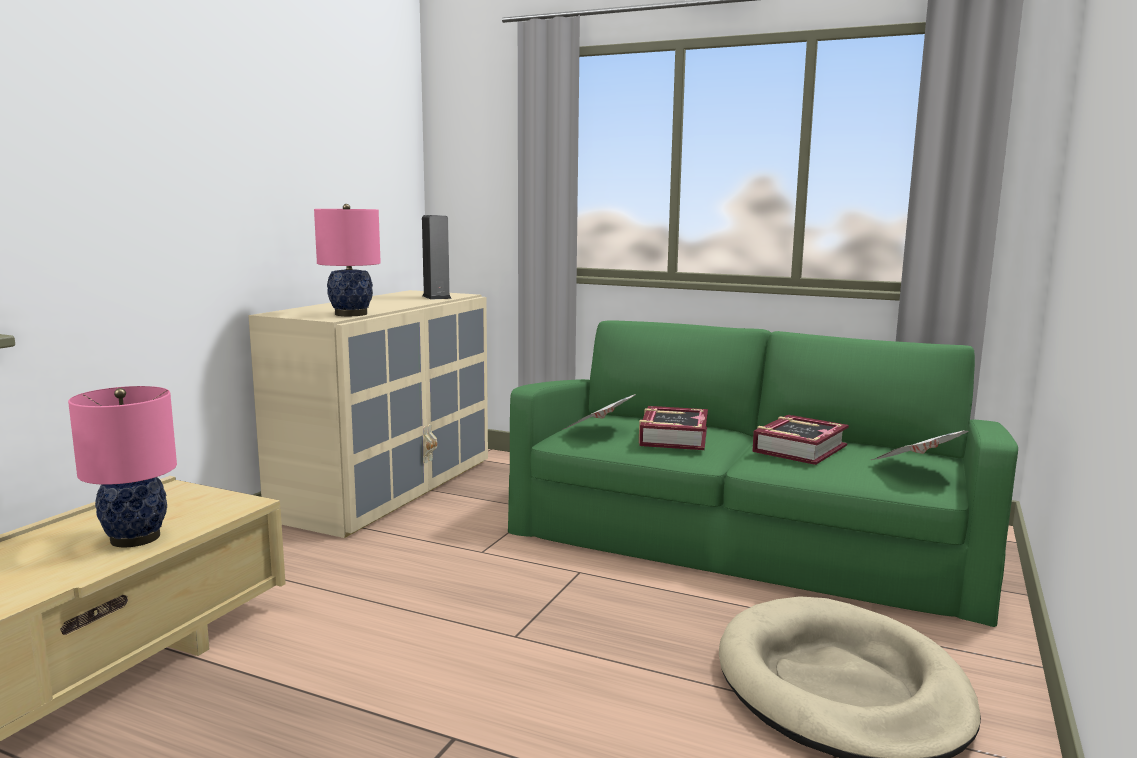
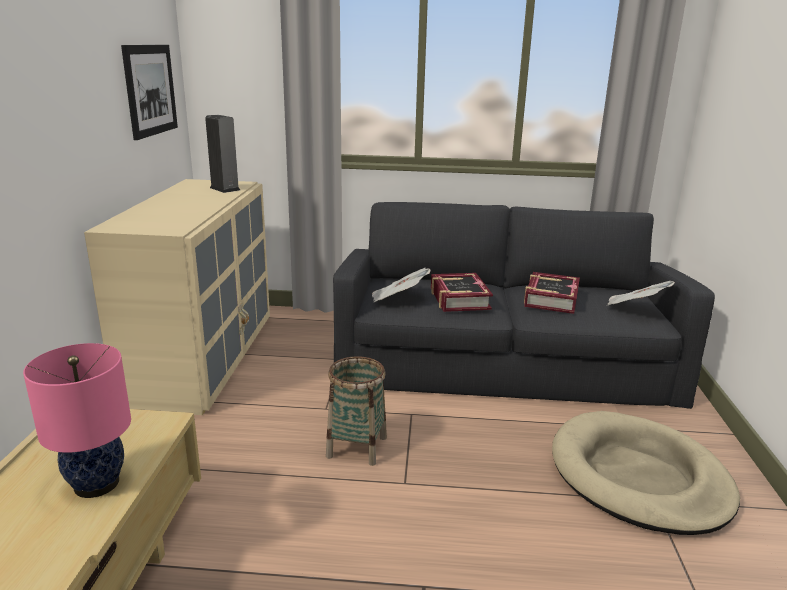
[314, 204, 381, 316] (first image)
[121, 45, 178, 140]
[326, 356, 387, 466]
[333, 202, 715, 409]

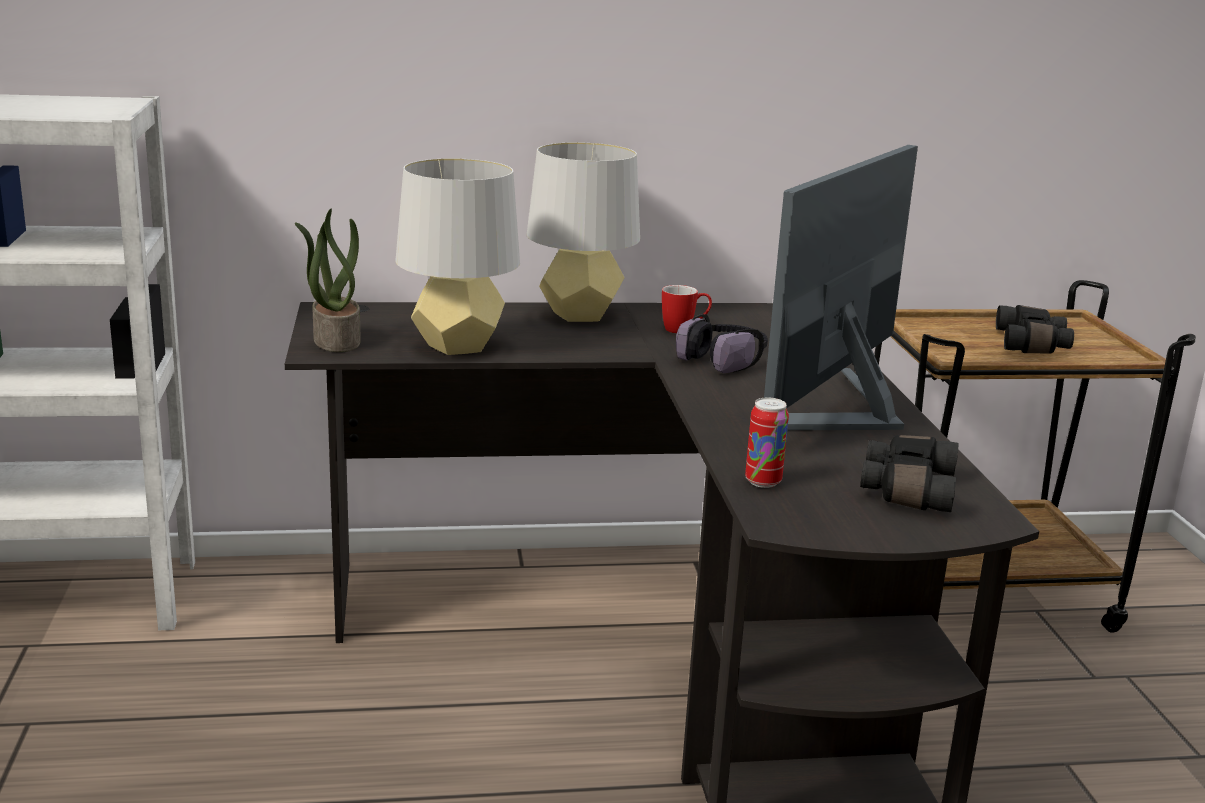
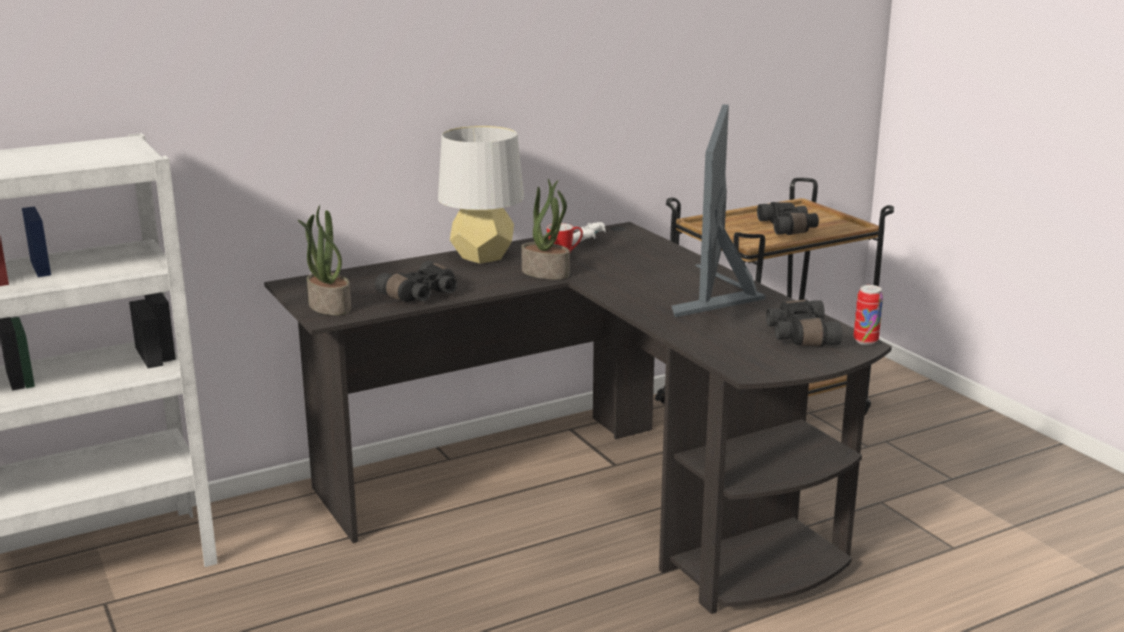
[676, 314, 768, 373] (first image)
[521, 179, 570, 280]
[572, 222, 606, 245]
[854, 285, 883, 345]
[375, 261, 457, 302]

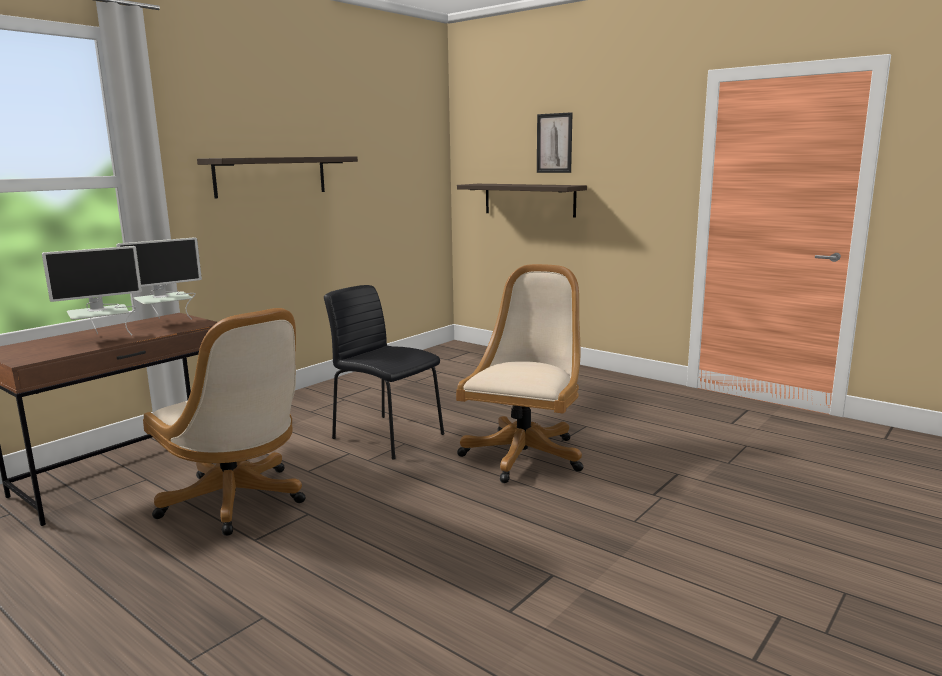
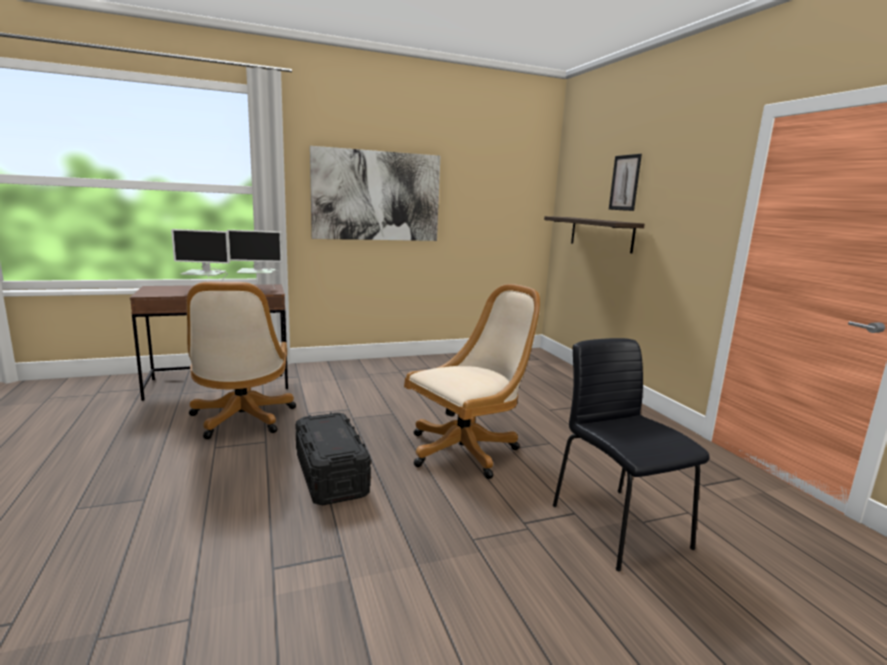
[295, 412, 371, 505]
[553, 338, 710, 571]
[310, 146, 440, 241]

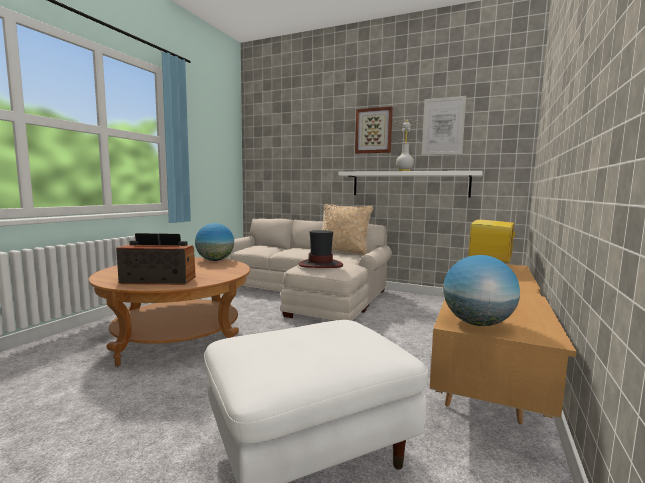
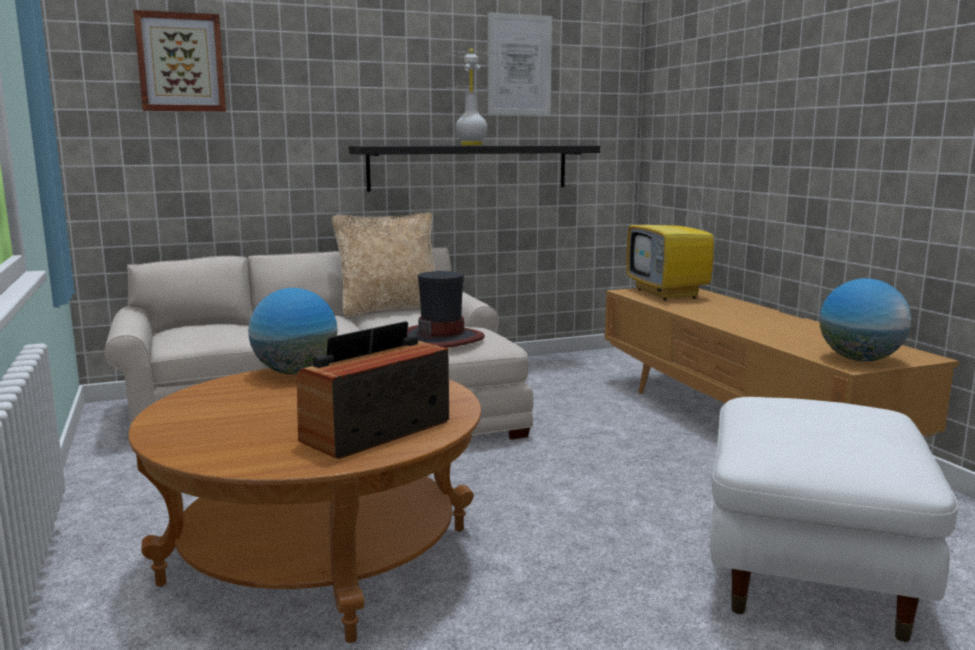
[133, 10, 226, 112]
[349, 145, 600, 192]

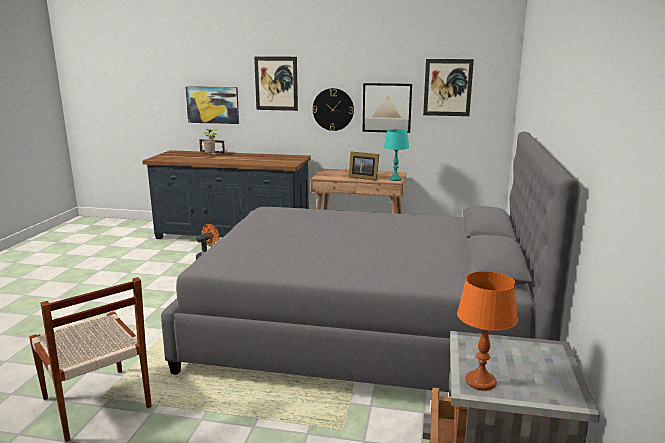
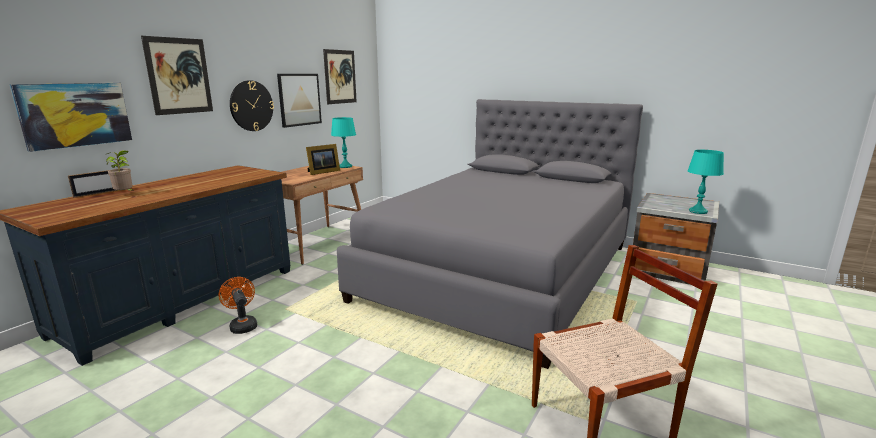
[688, 150, 724, 214]

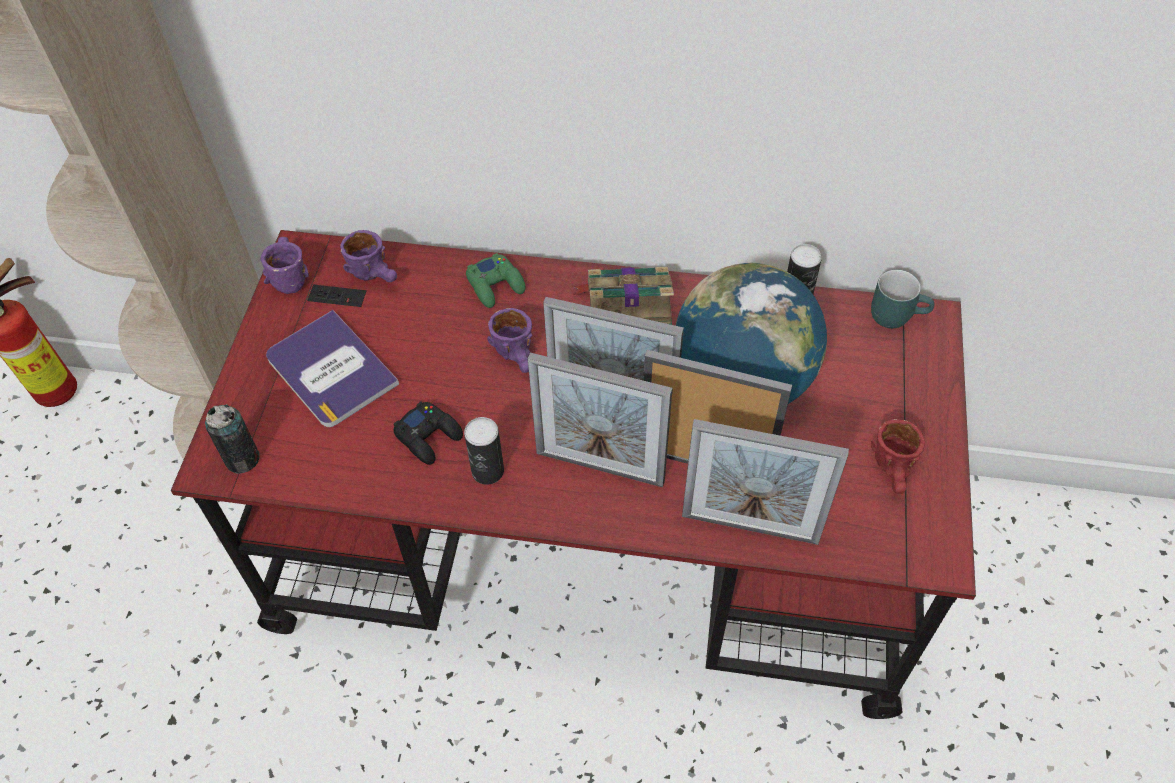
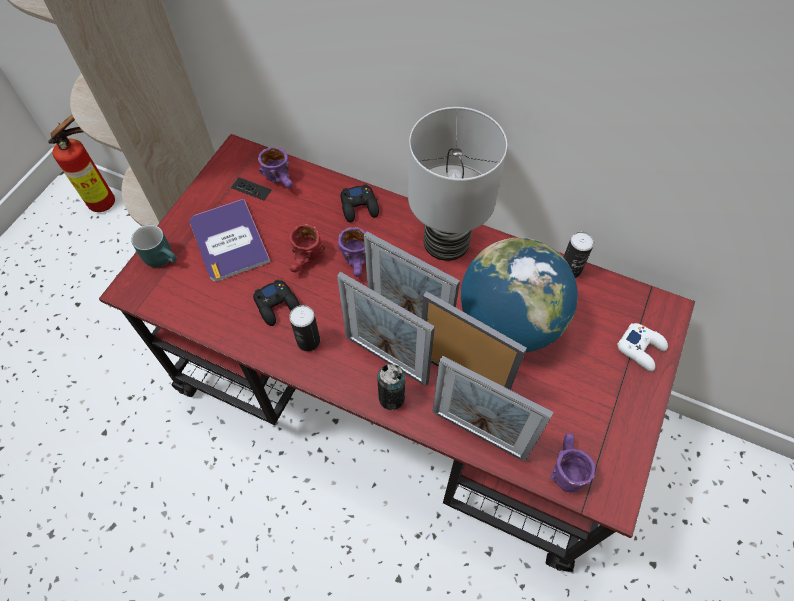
[617, 323, 668, 371]
[377, 364, 405, 410]
[550, 433, 595, 493]
[131, 225, 177, 267]
[289, 224, 325, 272]
[408, 107, 507, 261]
[340, 184, 379, 223]

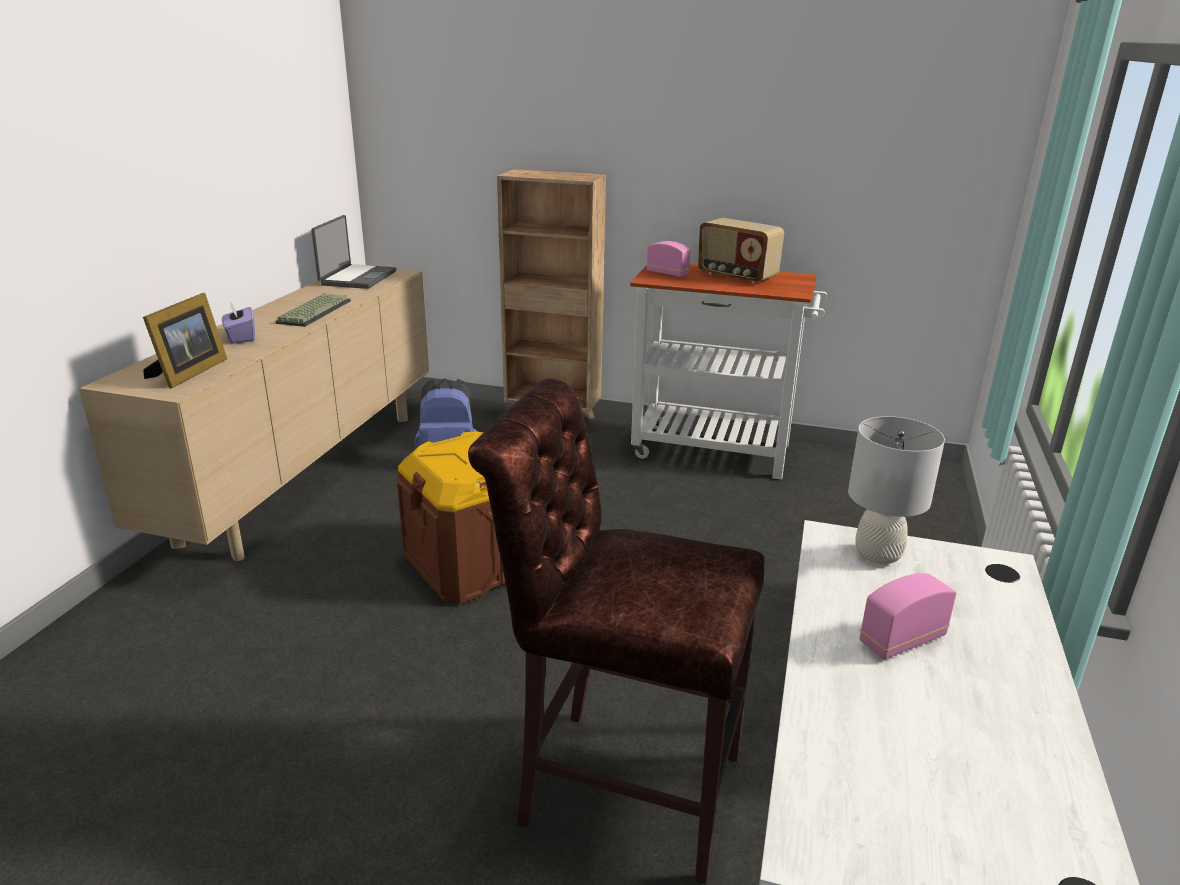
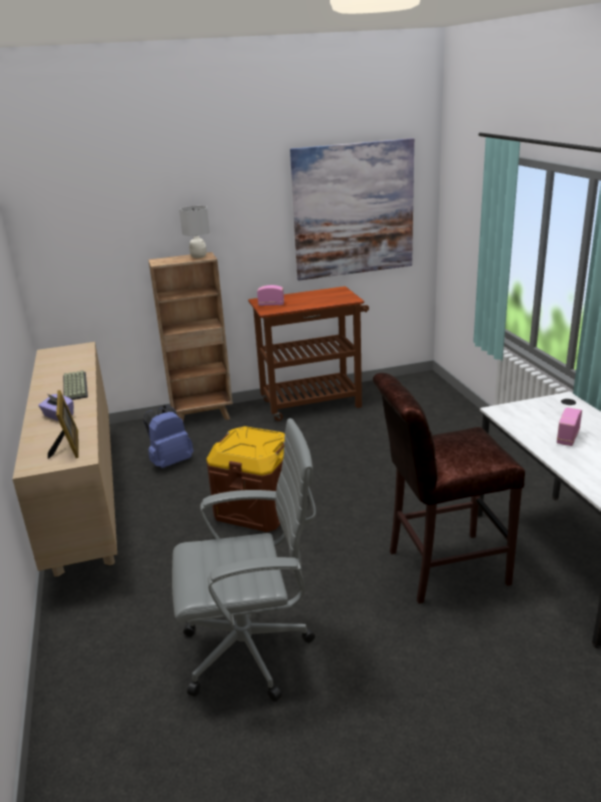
[311, 215, 396, 289] (first image)
[698, 218, 784, 284] (first image)
[172, 418, 316, 702]
[290, 138, 414, 280]
[179, 206, 210, 258]
[248, 286, 369, 421]

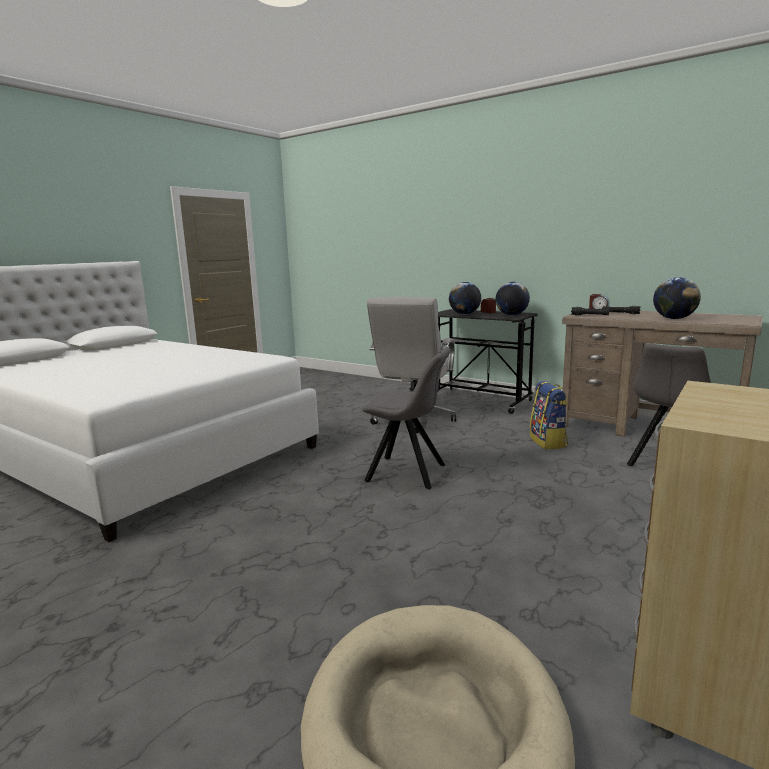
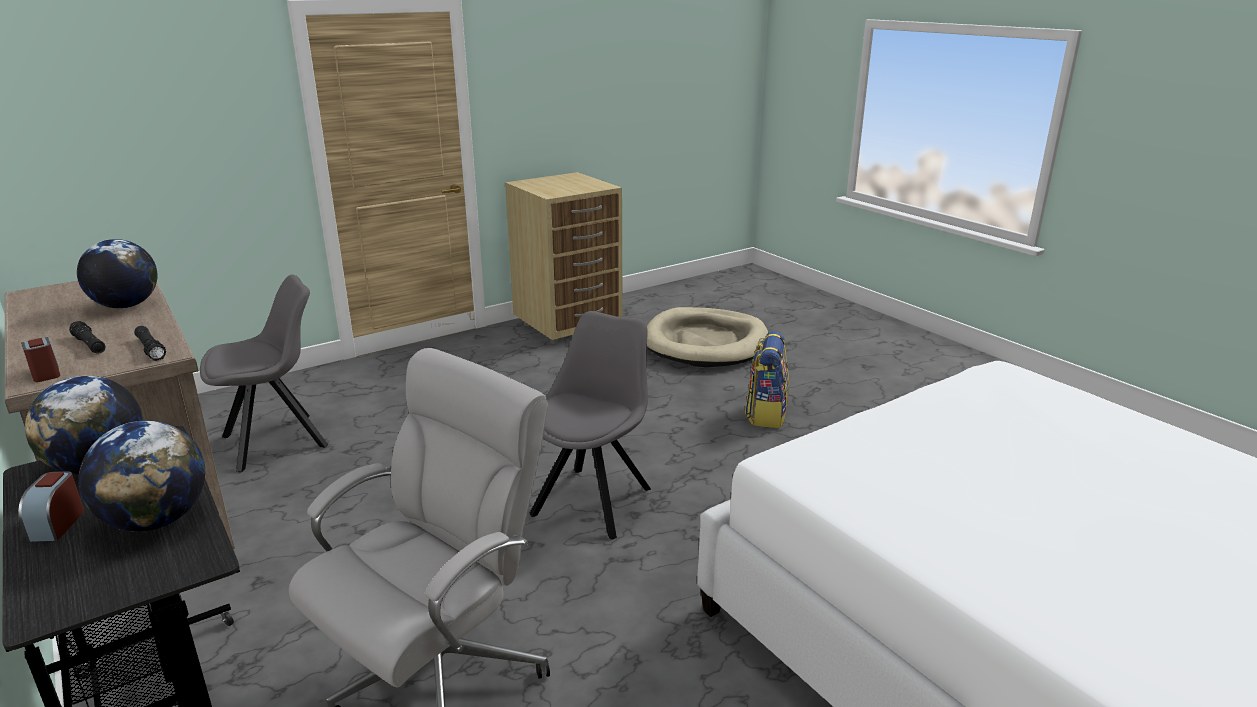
[745, 331, 789, 428]
[530, 311, 651, 539]

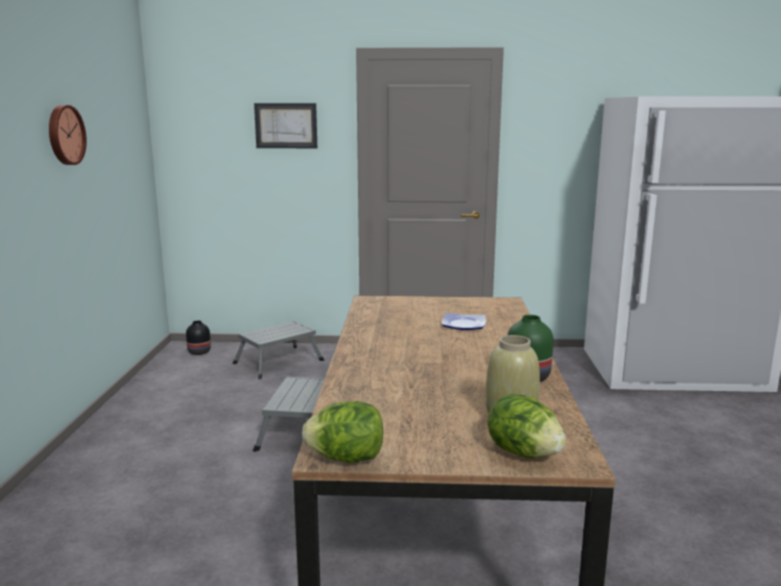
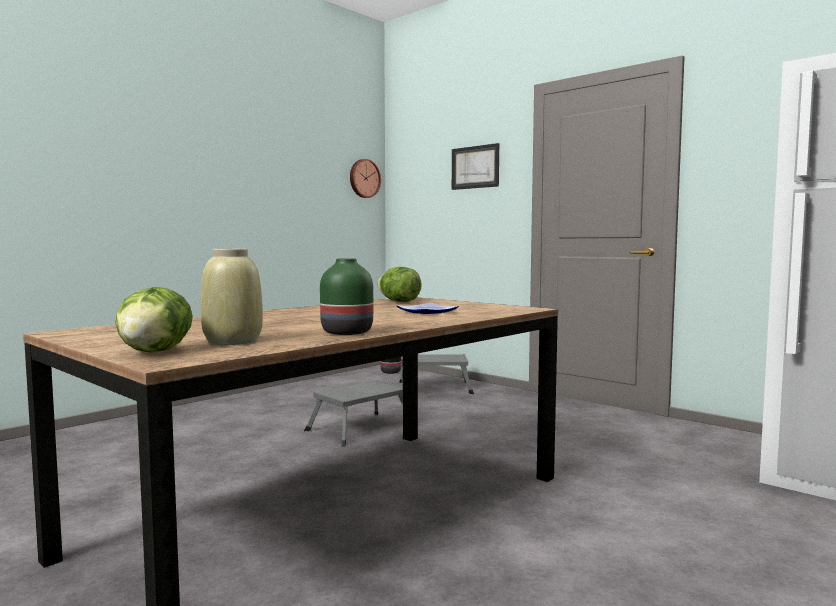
[350, 159, 381, 198]
[378, 267, 422, 302]

